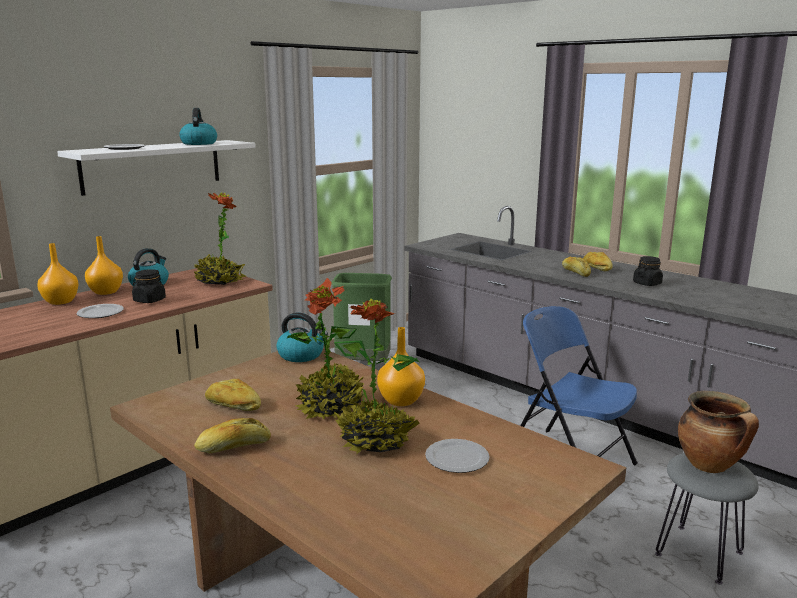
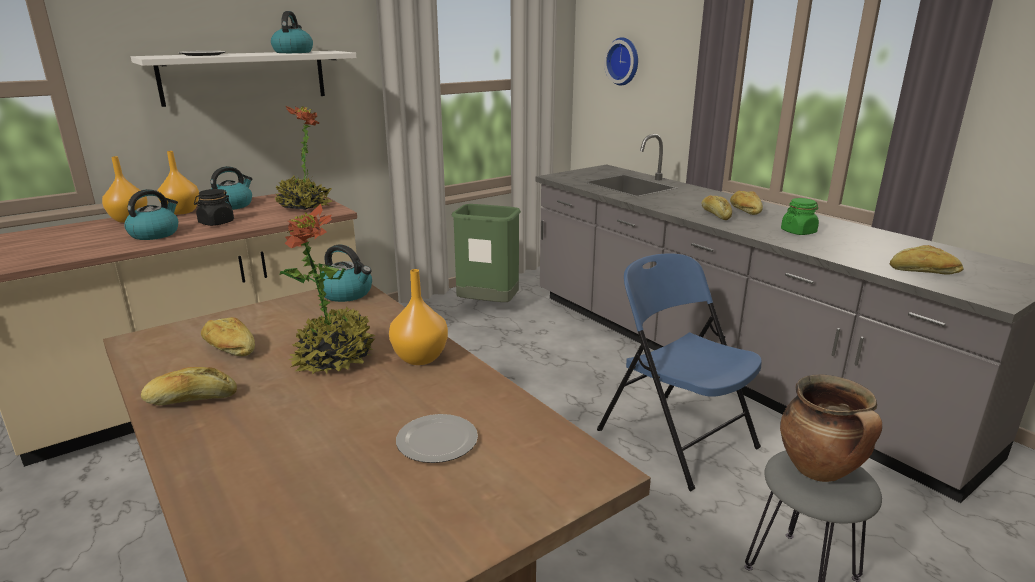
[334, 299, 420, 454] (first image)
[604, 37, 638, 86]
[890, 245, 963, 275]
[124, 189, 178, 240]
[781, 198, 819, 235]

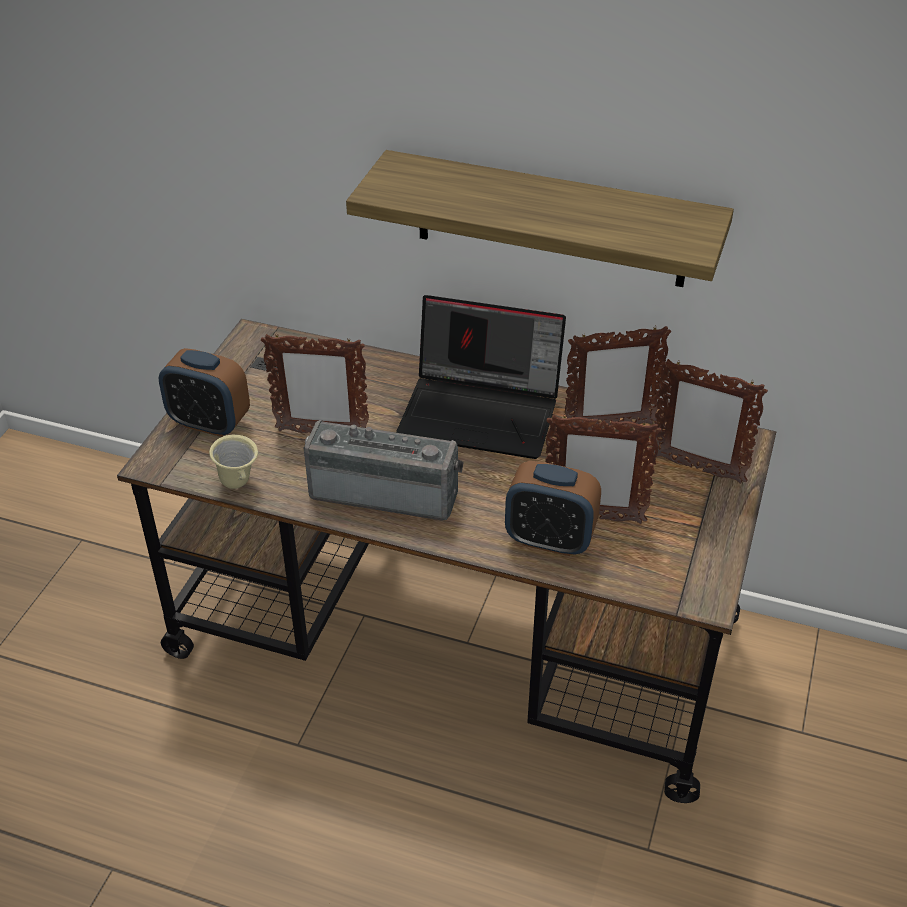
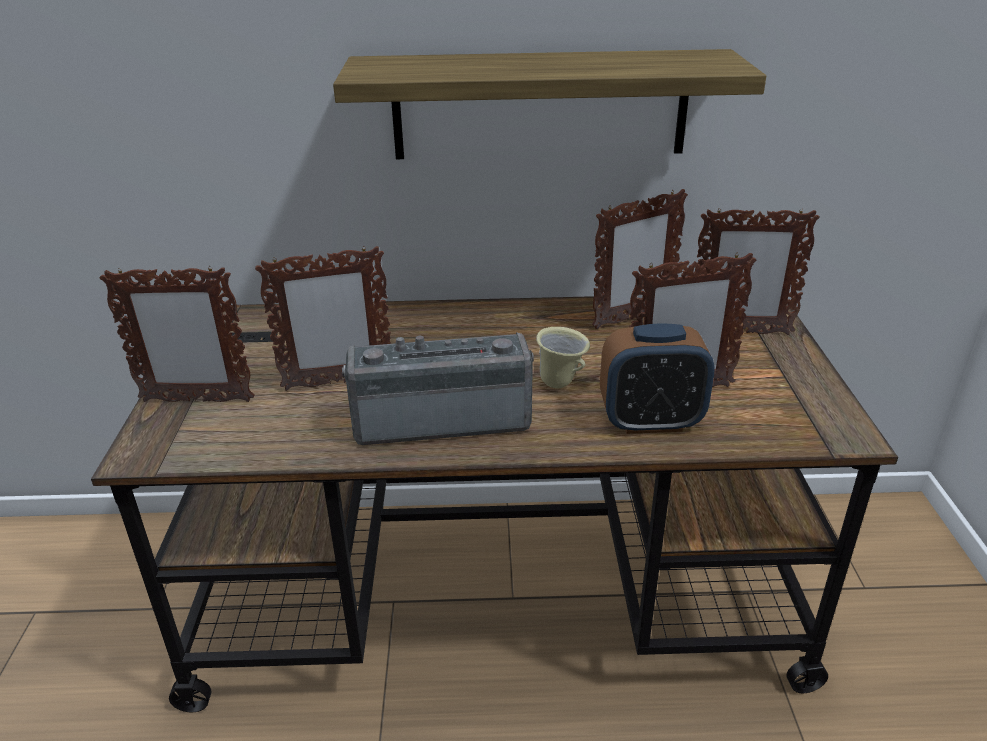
[396, 295, 566, 459] (first image)
[536, 327, 590, 388]
[100, 266, 255, 402]

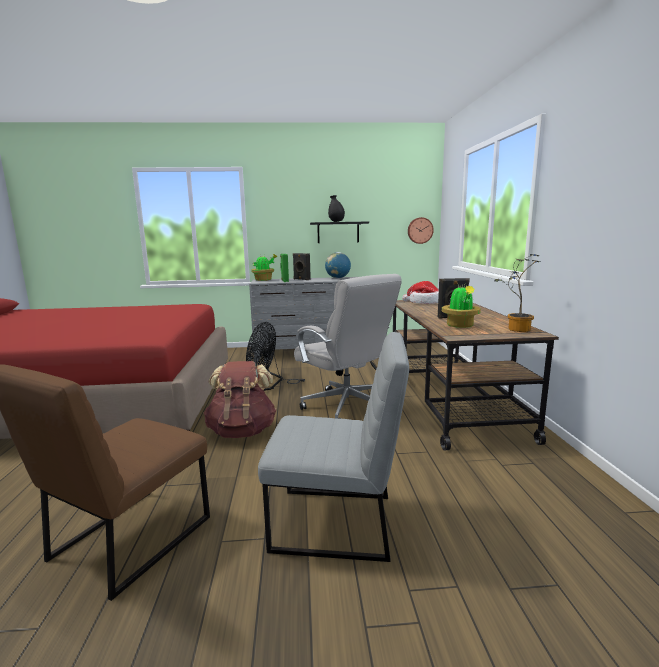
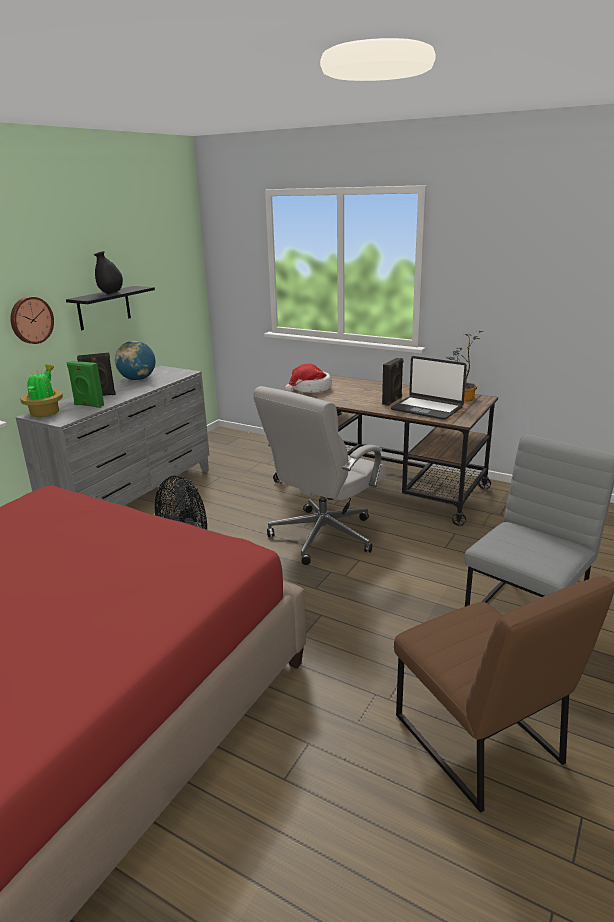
[204, 361, 276, 438] (first image)
[10, 297, 54, 344]
[391, 356, 467, 420]
[253, 386, 386, 565]

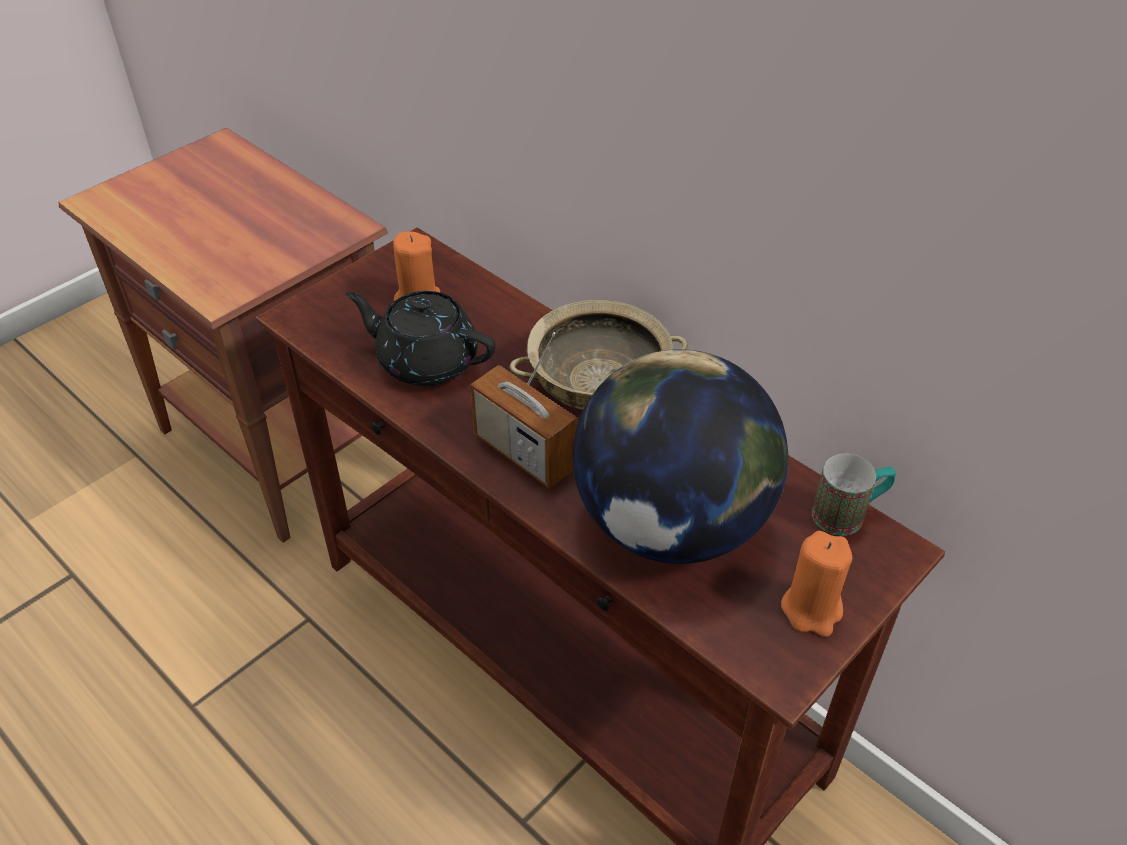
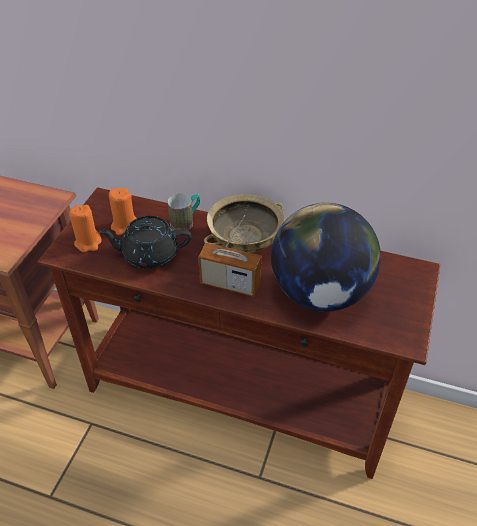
[69, 205, 102, 252]
[168, 193, 200, 231]

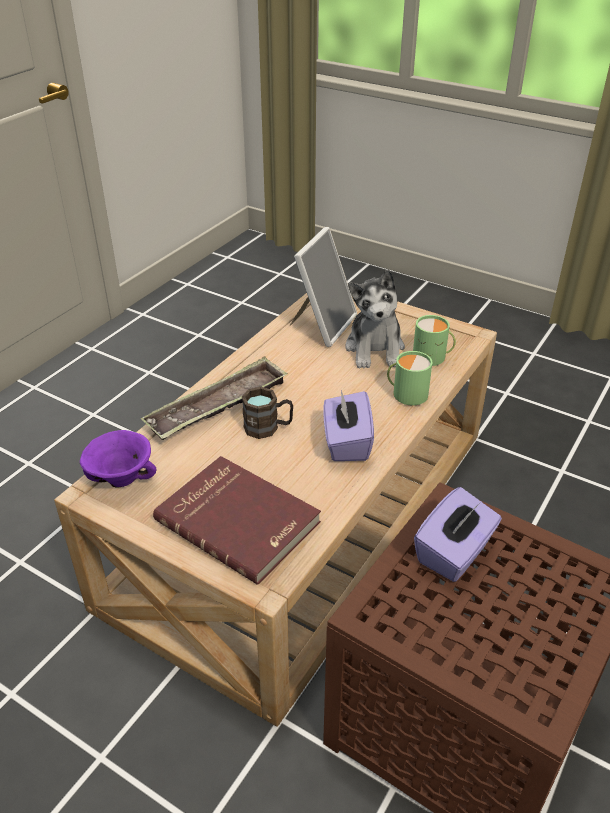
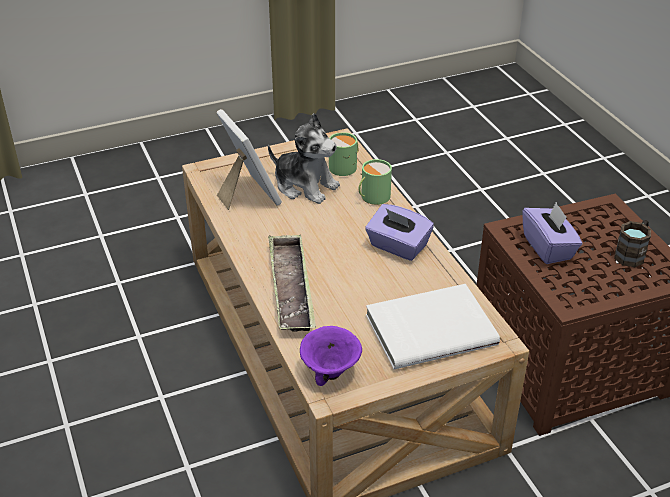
[614, 220, 651, 267]
[366, 284, 500, 369]

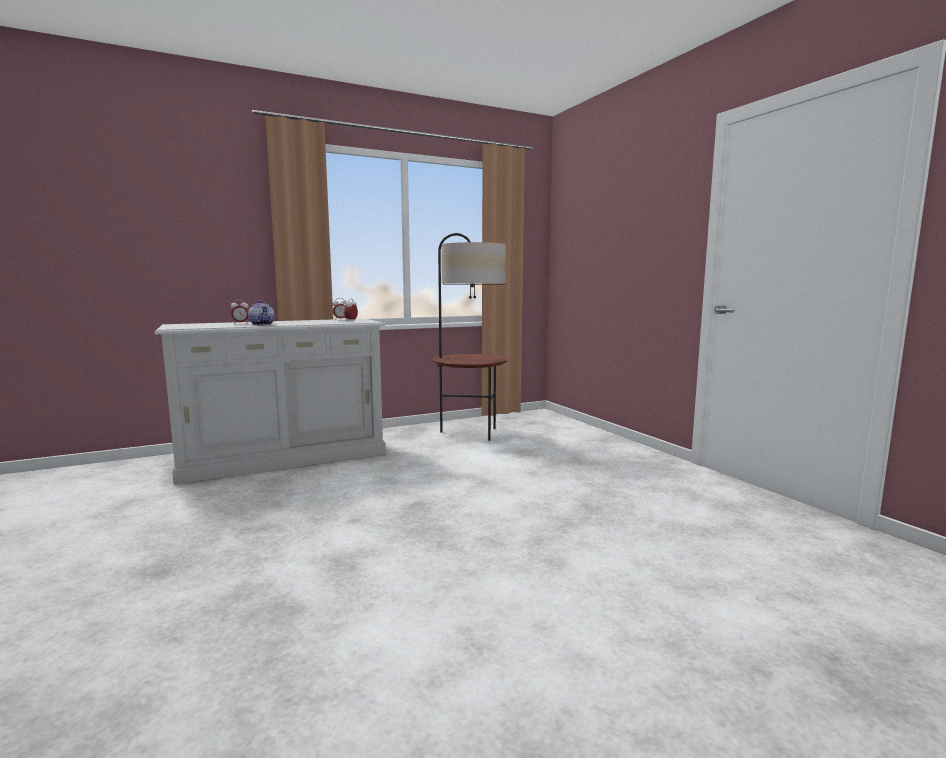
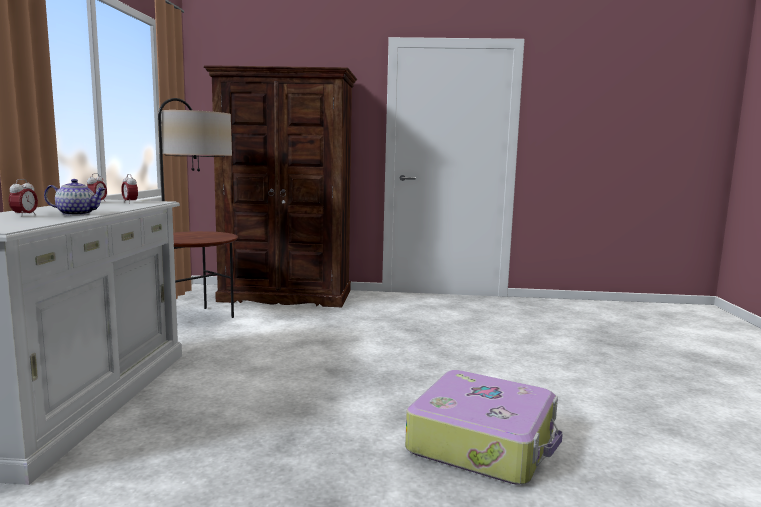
[203, 65, 357, 307]
[405, 370, 563, 485]

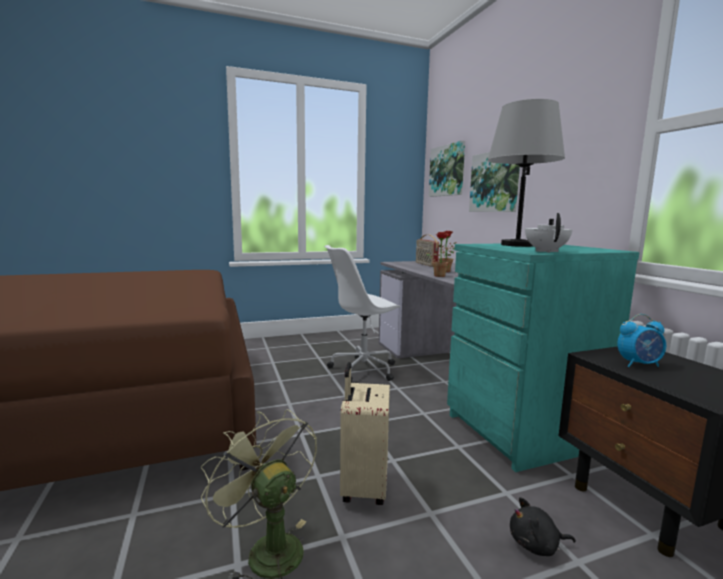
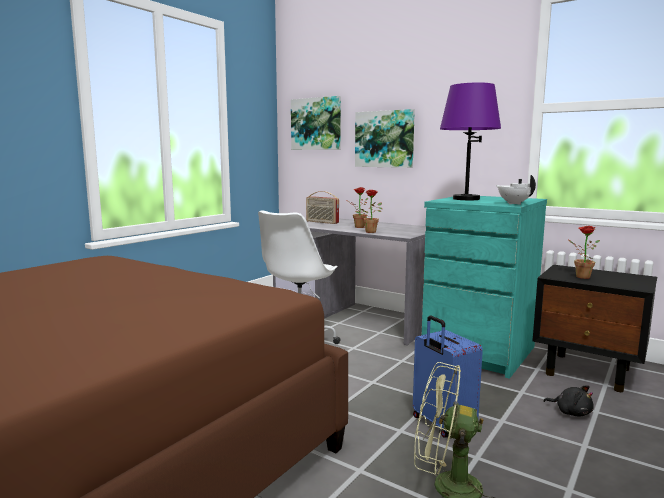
[568, 226, 600, 279]
[413, 316, 483, 438]
[440, 82, 501, 200]
[543, 385, 594, 416]

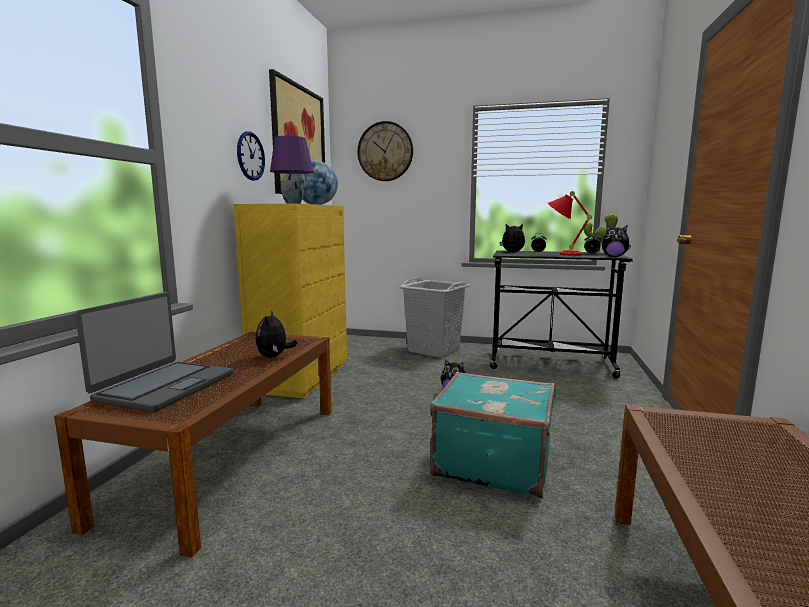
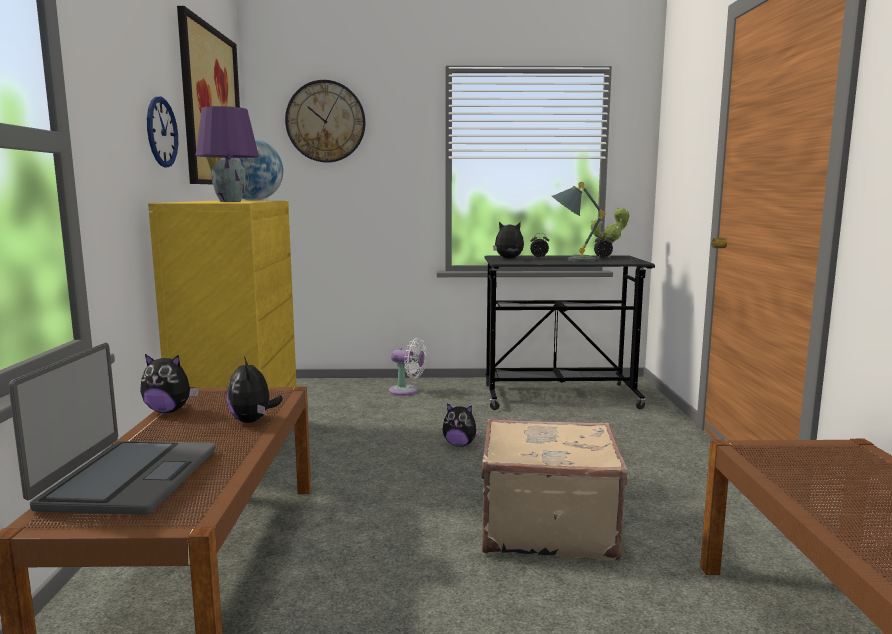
[140, 354, 199, 413]
[389, 338, 427, 396]
[481, 419, 628, 560]
[552, 182, 606, 262]

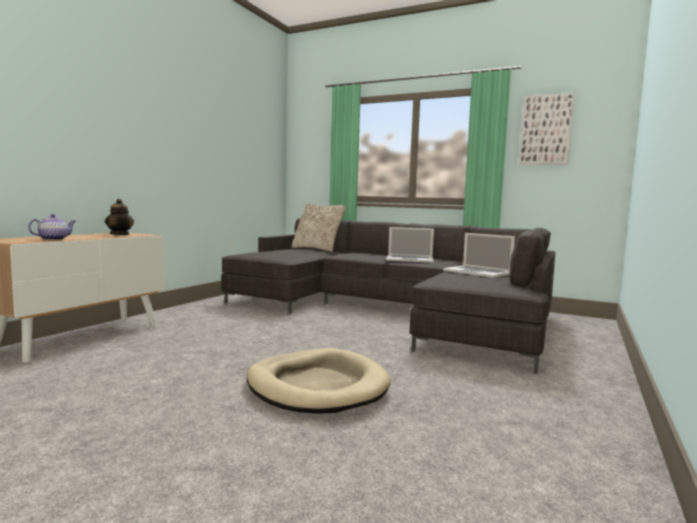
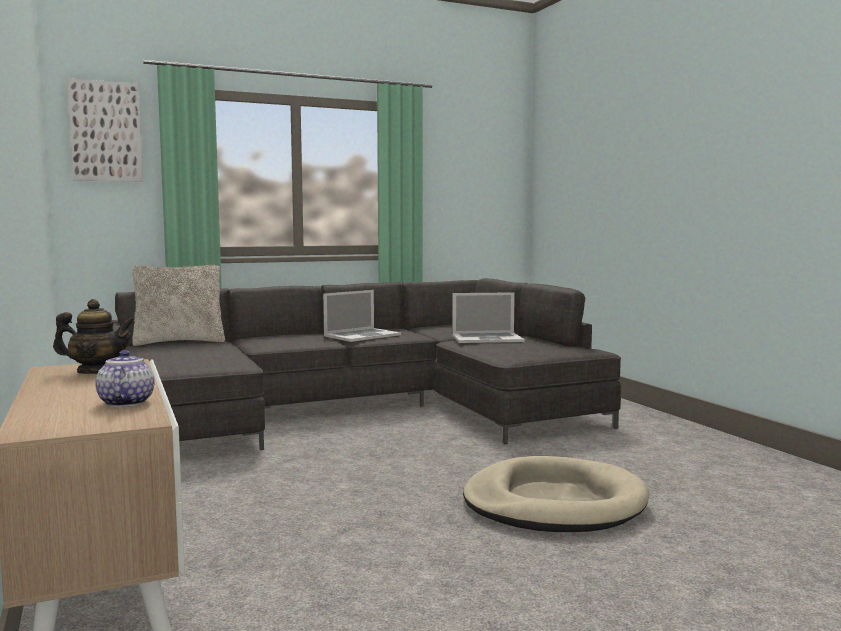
[67, 78, 143, 182]

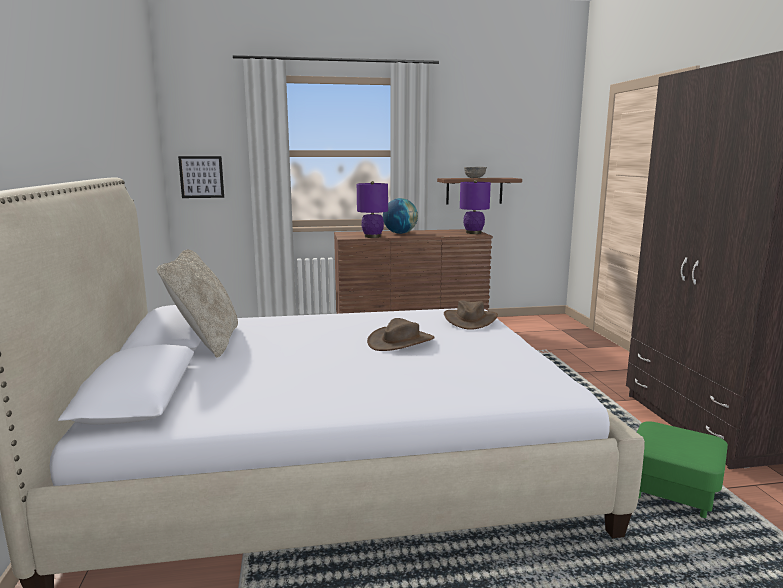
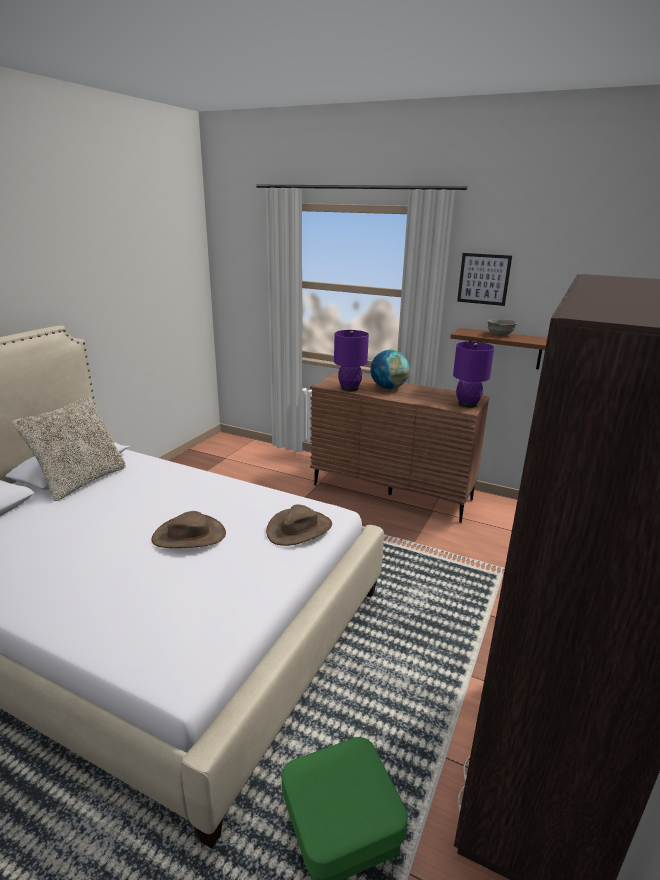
[457, 253, 512, 306]

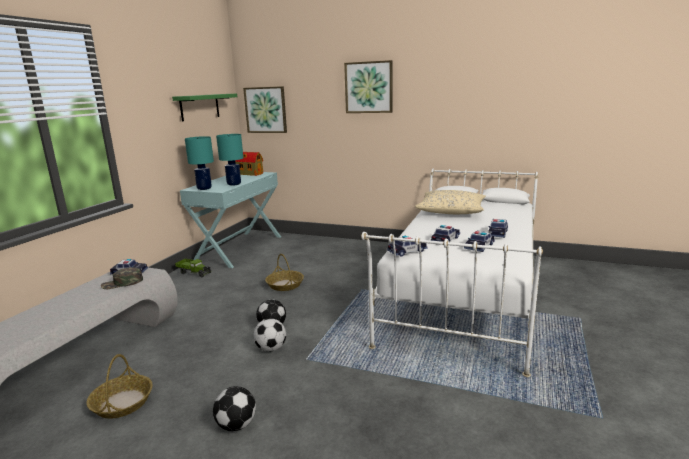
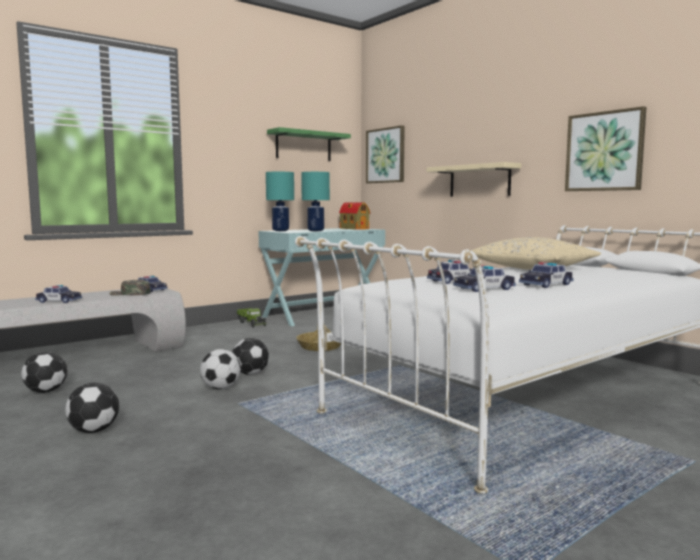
[427, 162, 521, 197]
[565, 106, 646, 191]
[35, 285, 82, 303]
[21, 352, 67, 393]

